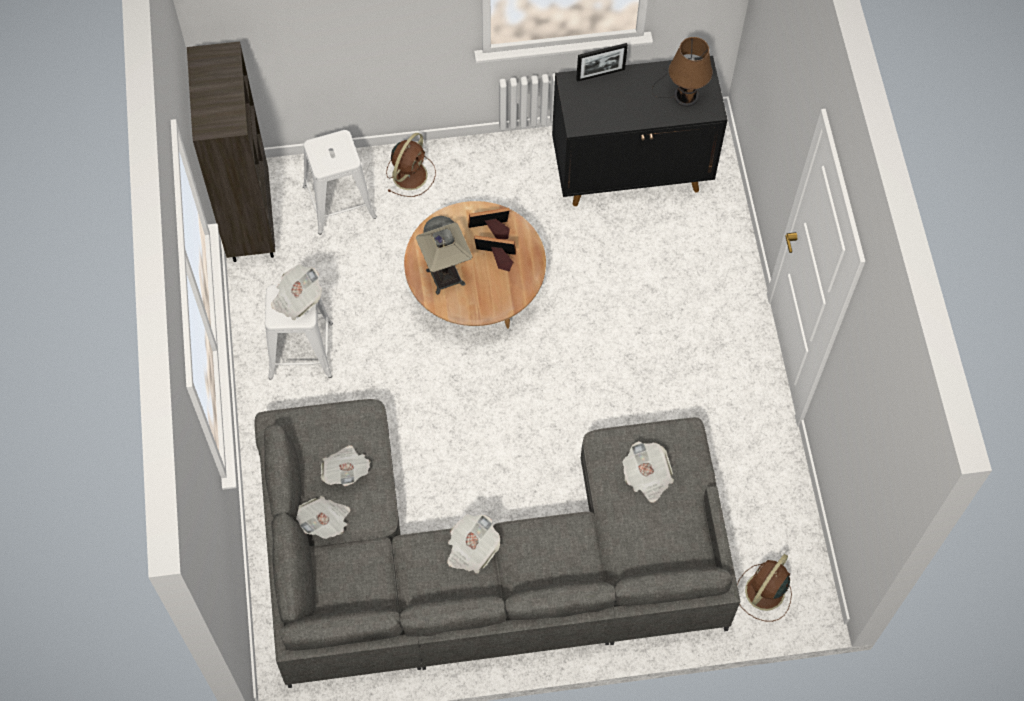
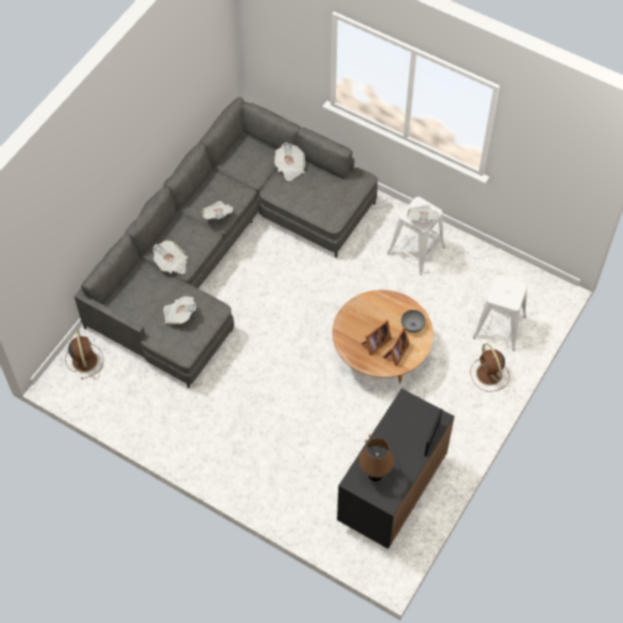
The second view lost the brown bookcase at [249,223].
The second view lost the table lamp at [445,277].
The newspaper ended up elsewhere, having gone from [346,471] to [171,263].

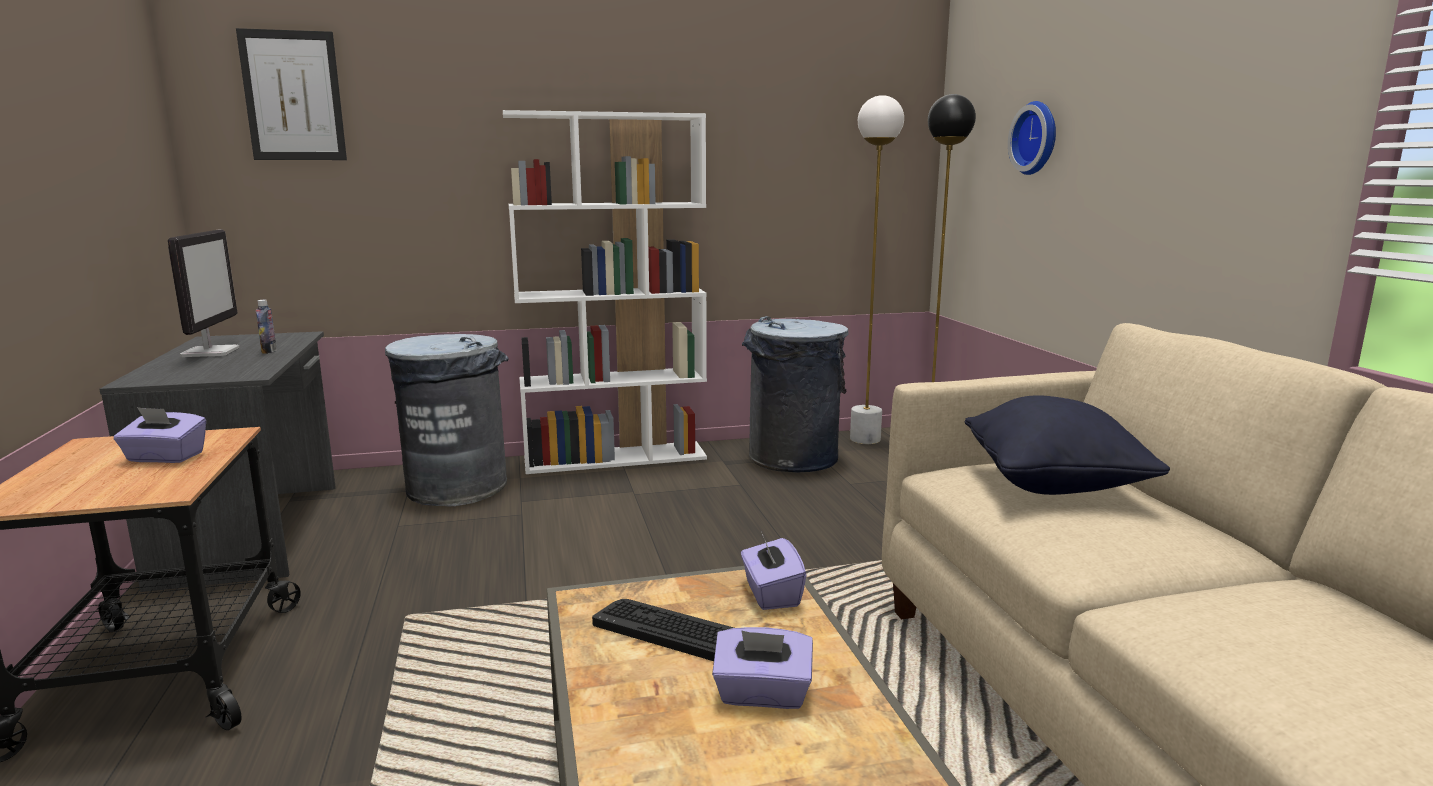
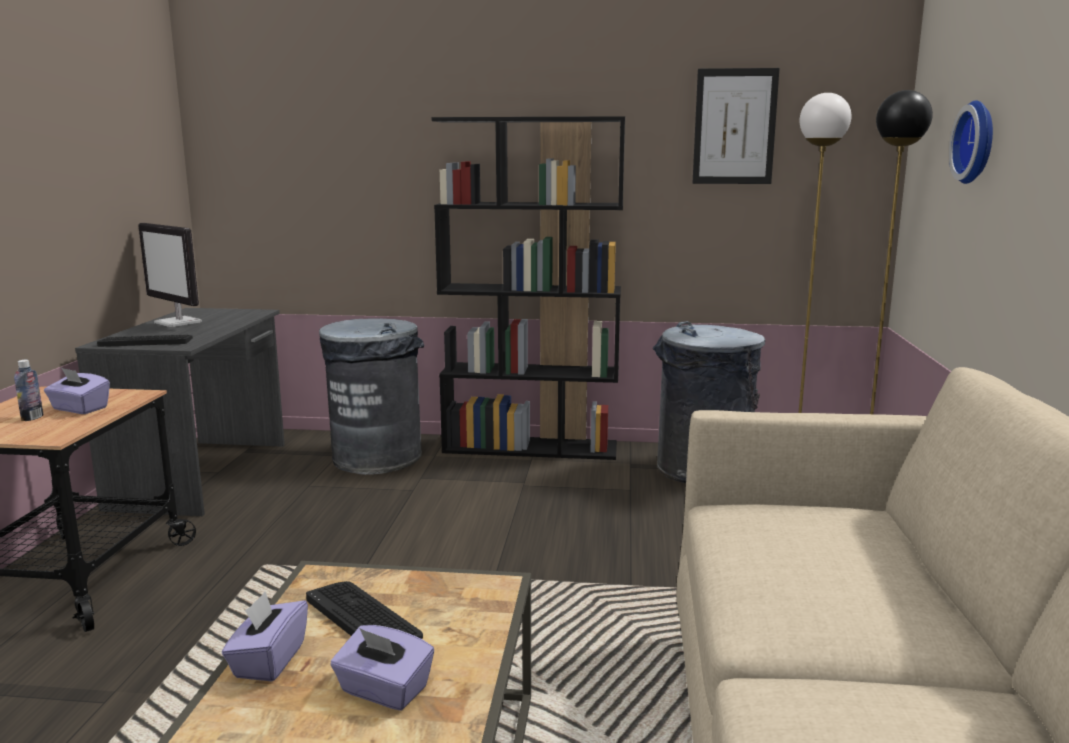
The second view lost the black pillow at [1053,485].
The second view gained the keyboard at [146,341].
The picture ended up elsewhere, having gone from [293,96] to [734,127].
The bottle ended up elsewhere, having gone from [269,351] to [32,418].
The purple tissue box ended up elsewhere, having gone from [771,594] to [268,660].
What was the white bookcase at [616,458] turned into the black bookcase at [531,447].
The monitor at [210,352] ended up facing another way, 120 degrees clockwise from before.

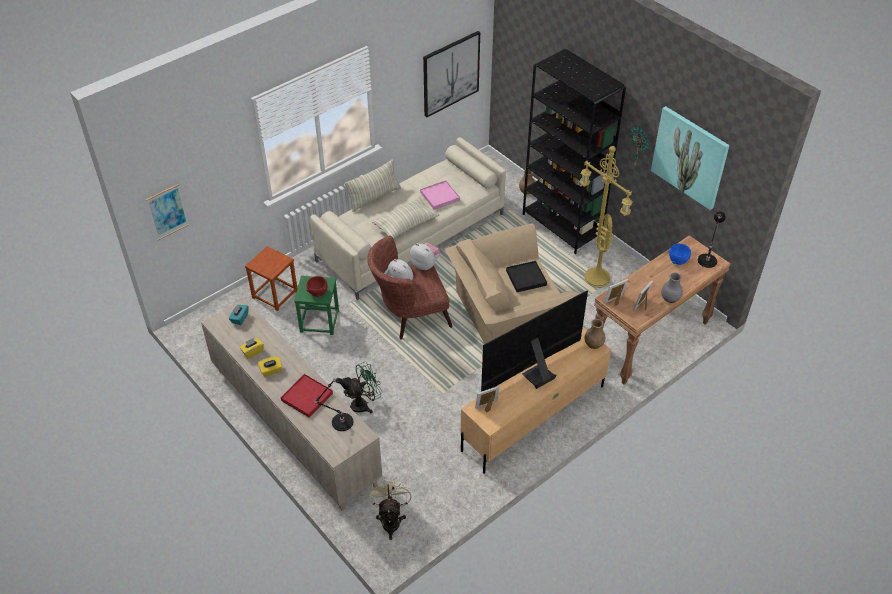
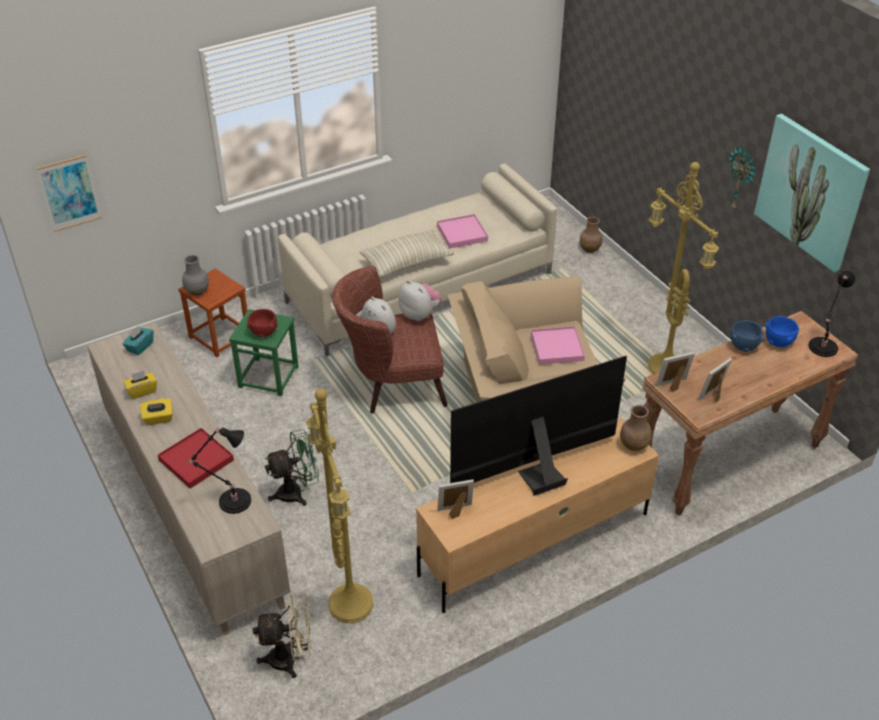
The second view lost the pillow at [374,197].
The second view lost the picture at [451,73].
The second view lost the black bookcase at [562,225].
The second view gained the yellow floor lamp at [347,603].
The second view gained the blue bowl at [743,346].
The grey vase ended up elsewhere, having gone from [670,299] to [197,291].
What was the black tray at [526,278] turned into the pink tray at [557,348].
The beige fan at [391,519] ended up facing another way, 75 degrees clockwise from before.

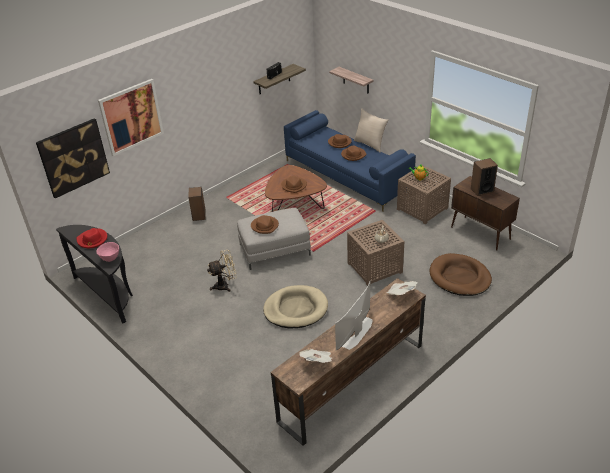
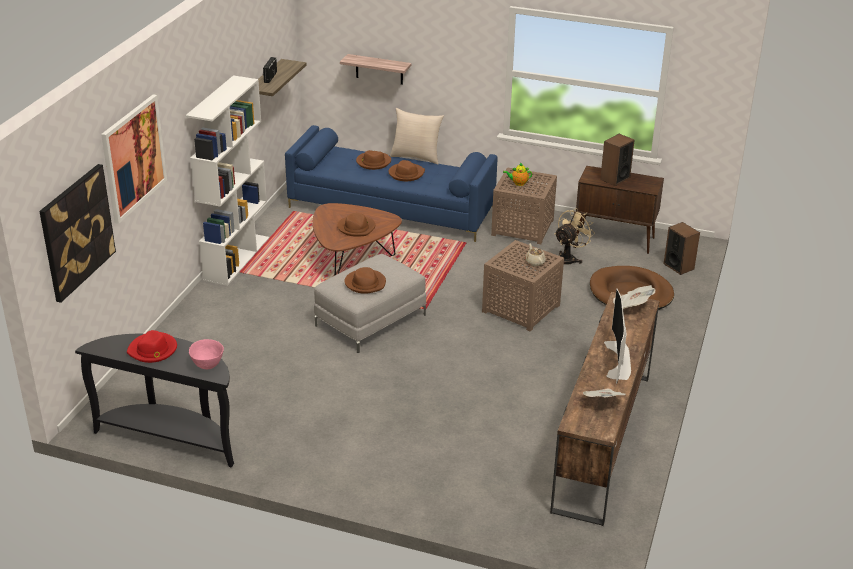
The second view lost the beige dog bed at [295,309].
The second view gained the white bookcase at [236,258].
The speaker ended up elsewhere, having gone from [199,215] to [678,266].
The beige fan ended up elsewhere, having gone from [225,285] to [569,259].

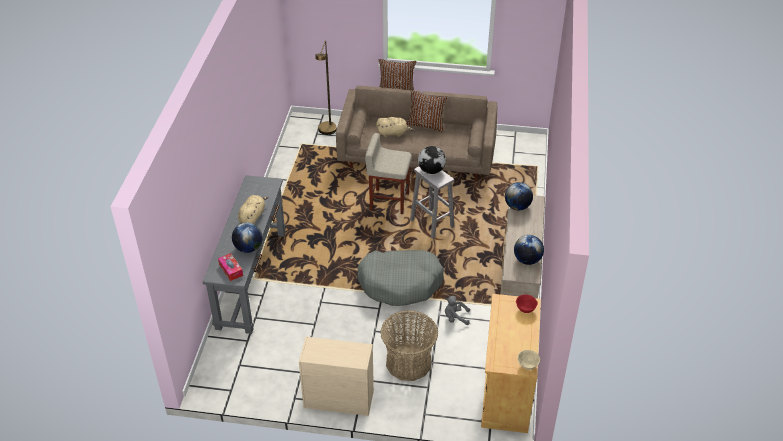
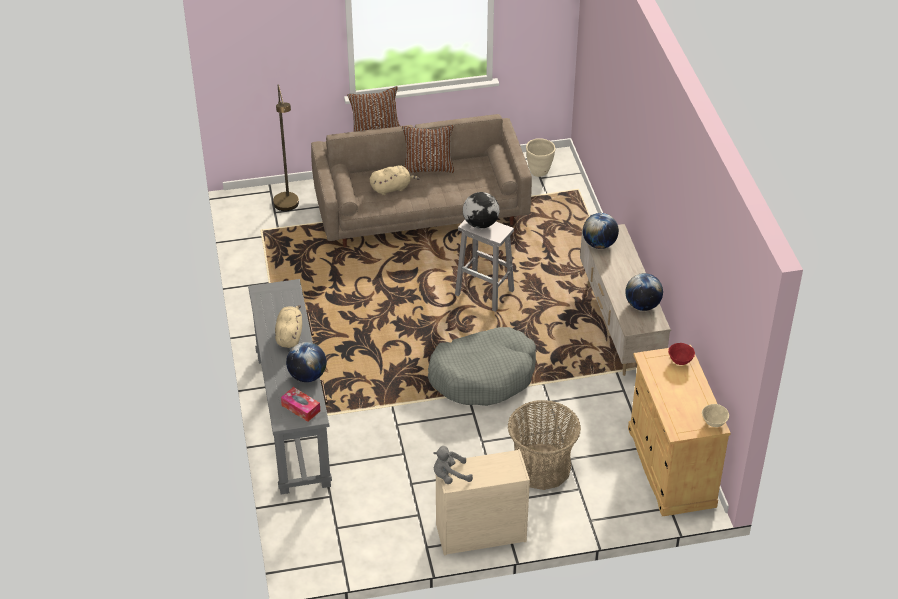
The second view lost the beige stool at [388,201].
The second view gained the beige planter at [539,172].
The grey plush toy ended up elsewhere, having gone from [455,317] to [450,476].

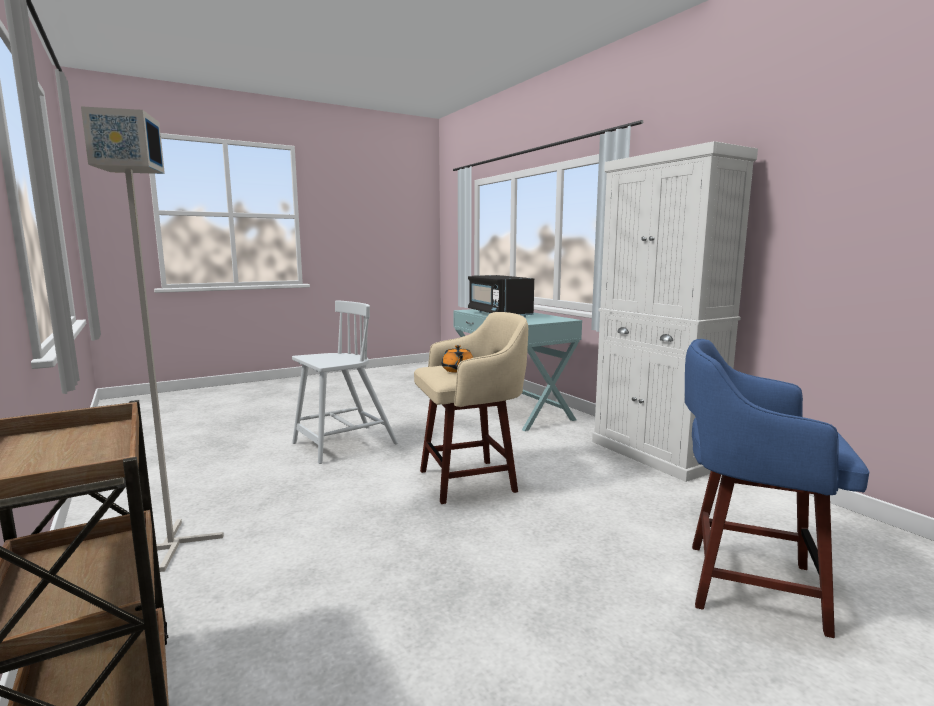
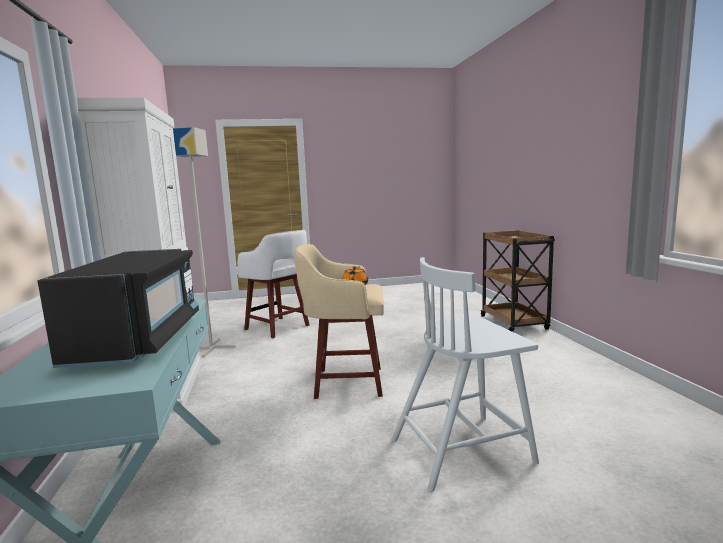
The grey floor lamp ended up elsewhere, having gone from [169,545] to [212,348].
What was the blue stool at [746,584] turned into the white stool at [278,328].

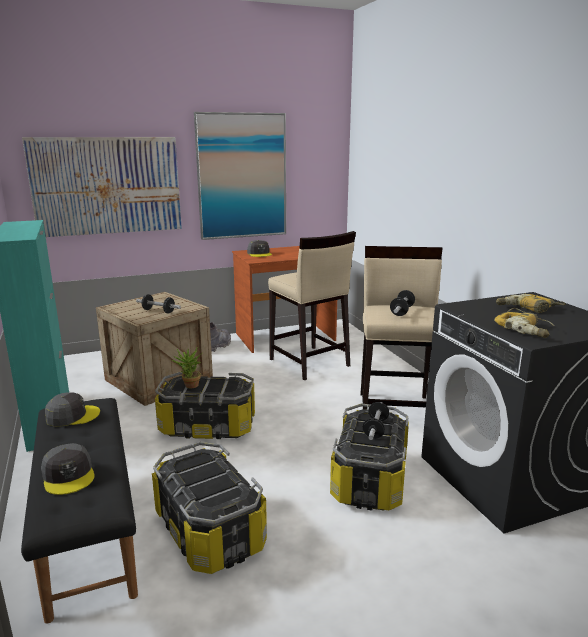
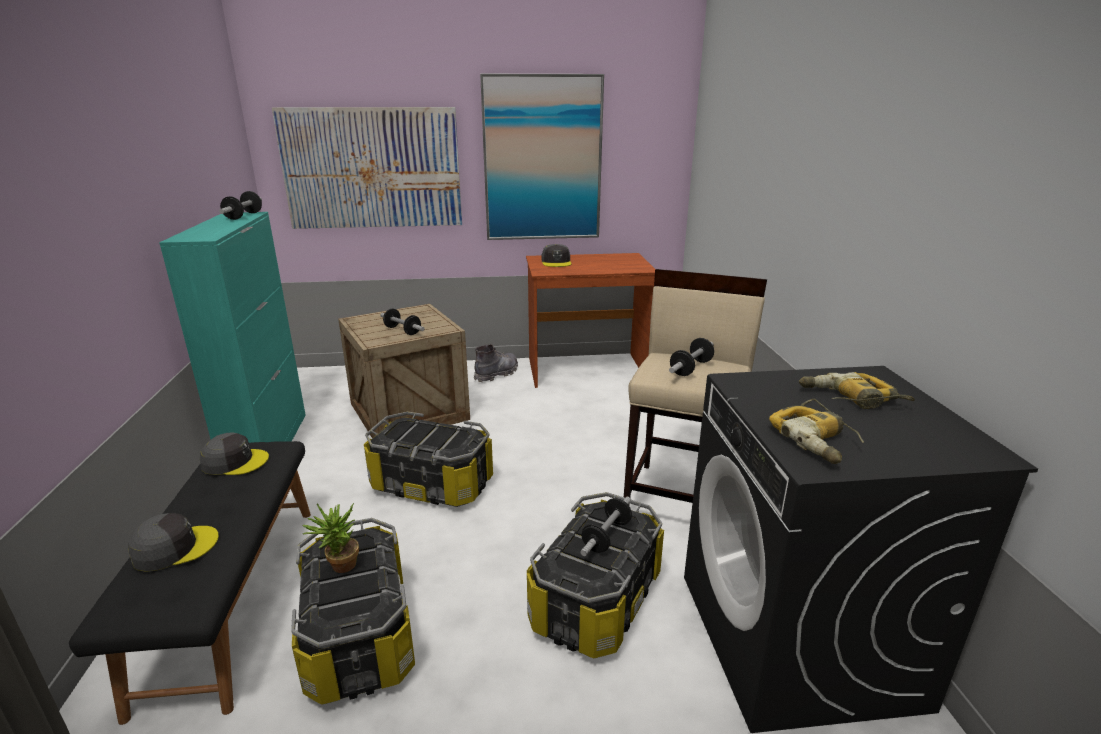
The second view lost the beige stool at [309,363].
The second view gained the dumbbell at [243,216].
The potted plant ended up elsewhere, having gone from [189,386] to [339,567].
The grey cap at [69,475] ended up facing another way, 105 degrees counterclockwise from before.

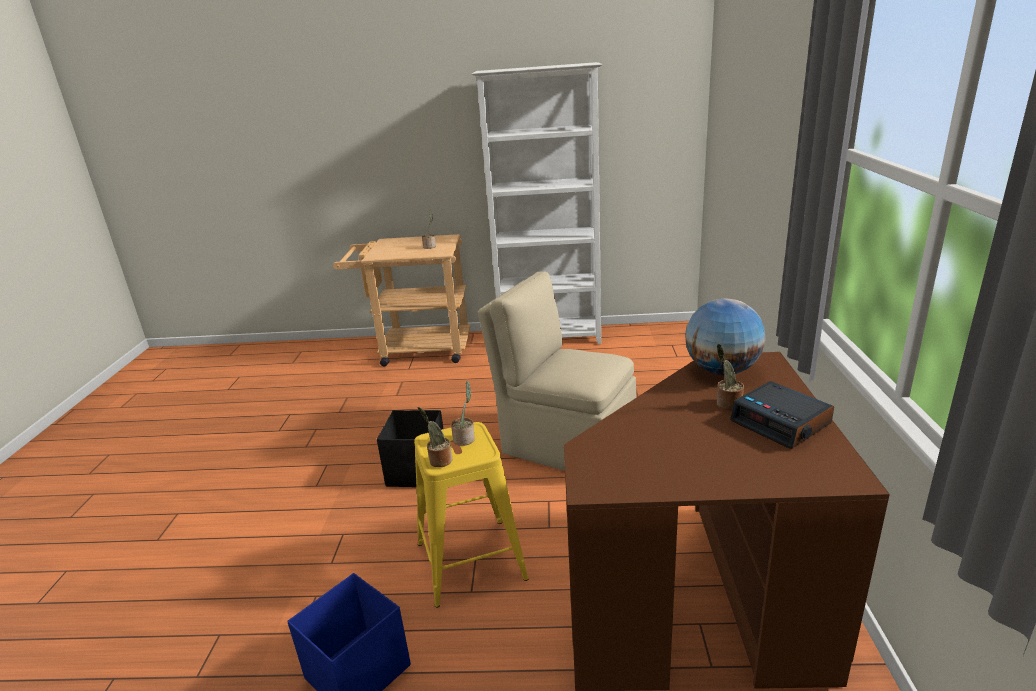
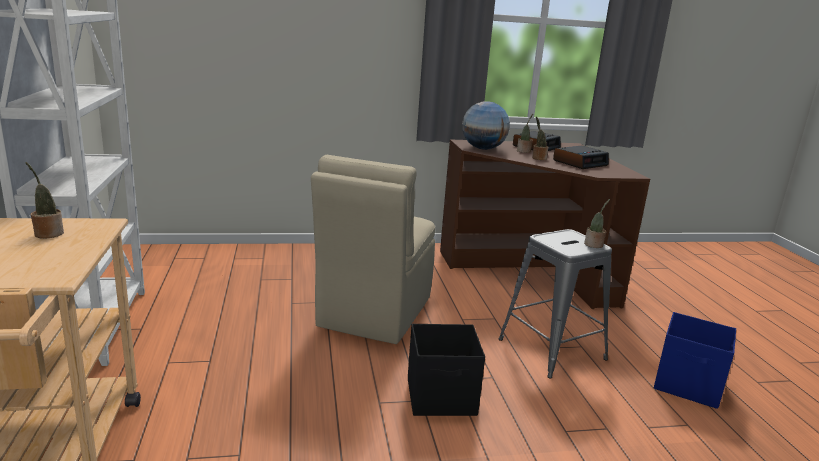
The second view gained the alarm clock at [580,163].
The potted plant ended up elsewhere, having gone from [465,439] to [538,158].
What was the yellow stool at [471,561] turned into the grey stool at [552,349].

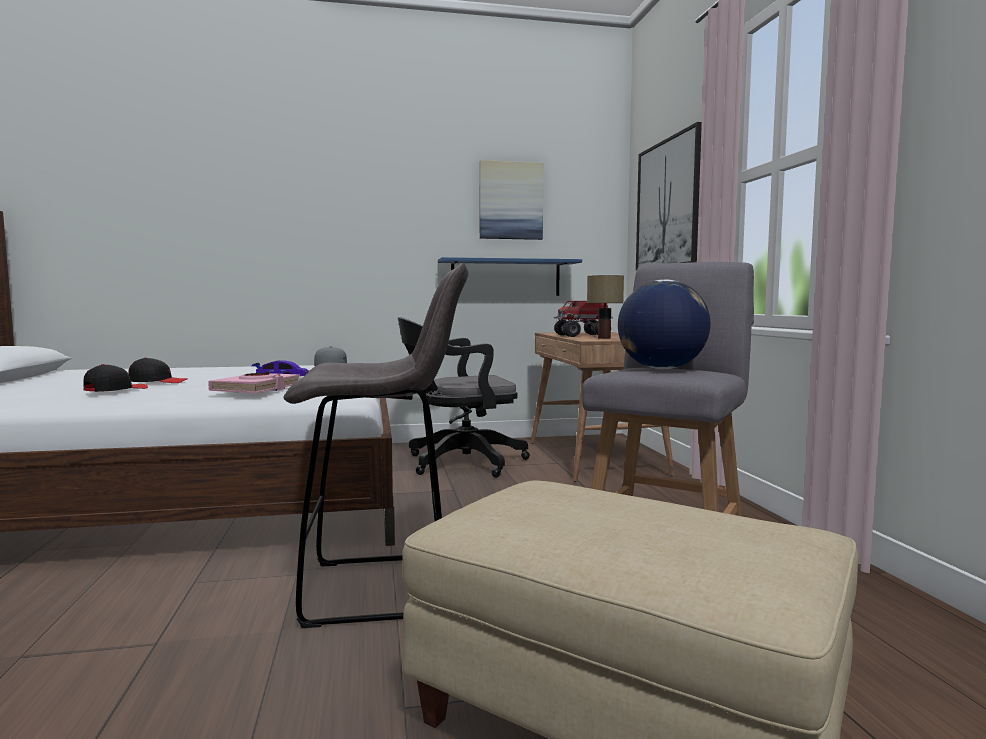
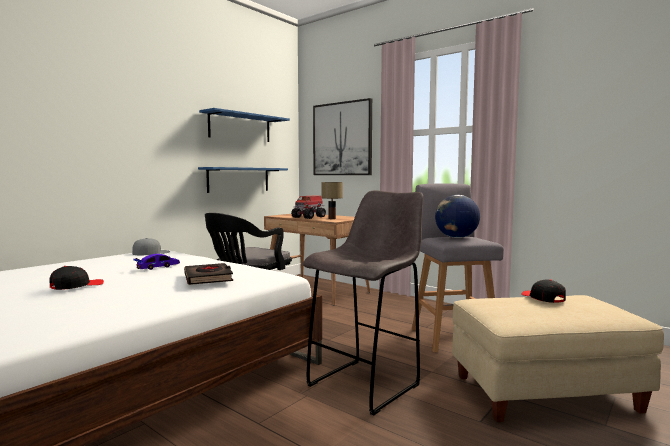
The black cap ended up elsewhere, having gone from [115,390] to [543,298].
Where the picture hung at [510,201], the blue shelf came to hang at [240,127].
What was the pink book at [257,389] turned into the black book at [208,278].

